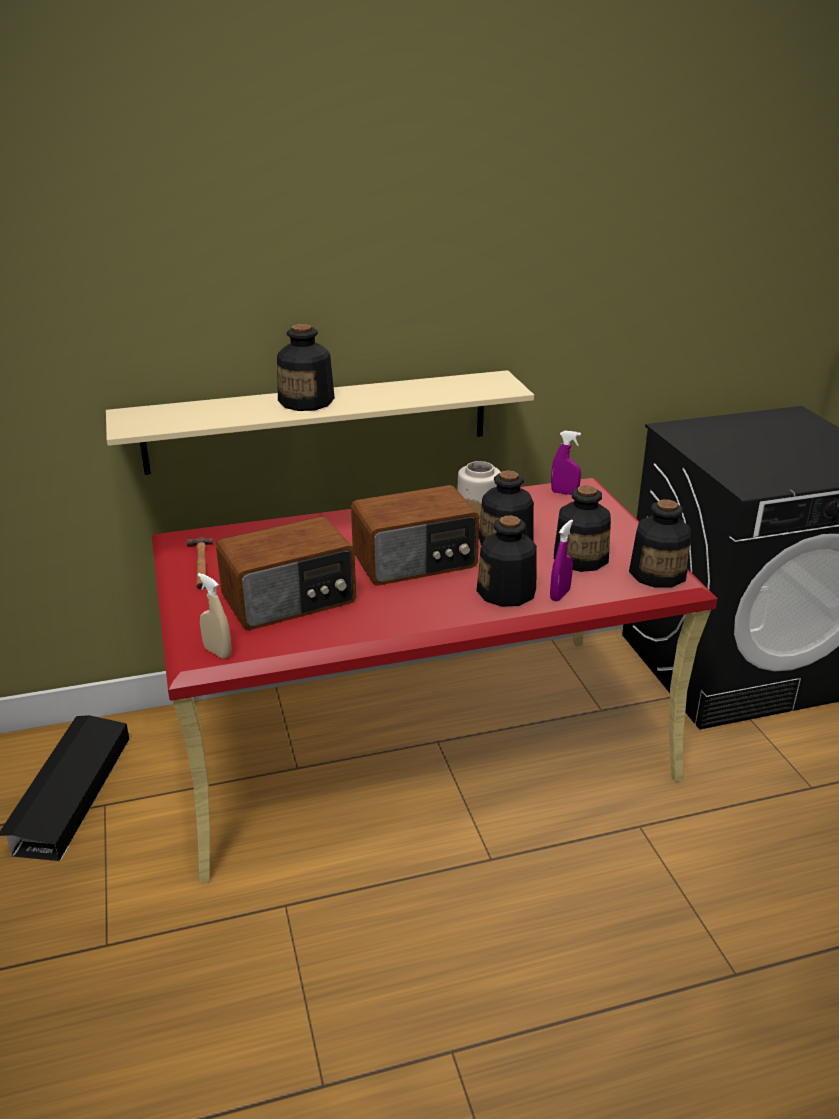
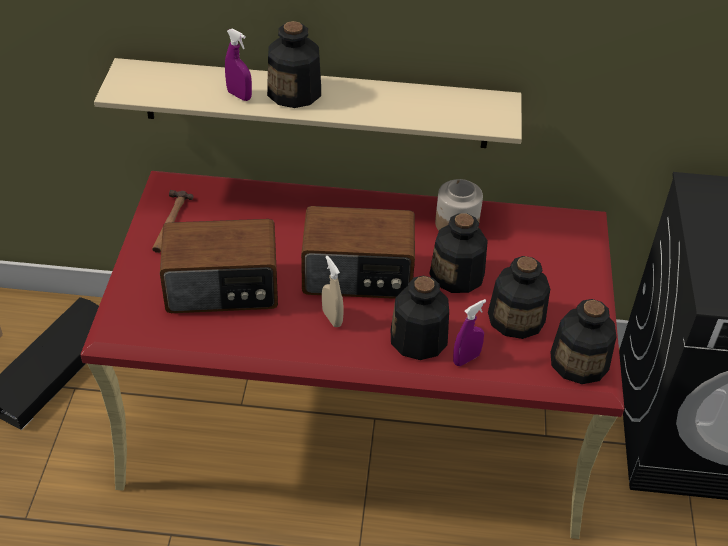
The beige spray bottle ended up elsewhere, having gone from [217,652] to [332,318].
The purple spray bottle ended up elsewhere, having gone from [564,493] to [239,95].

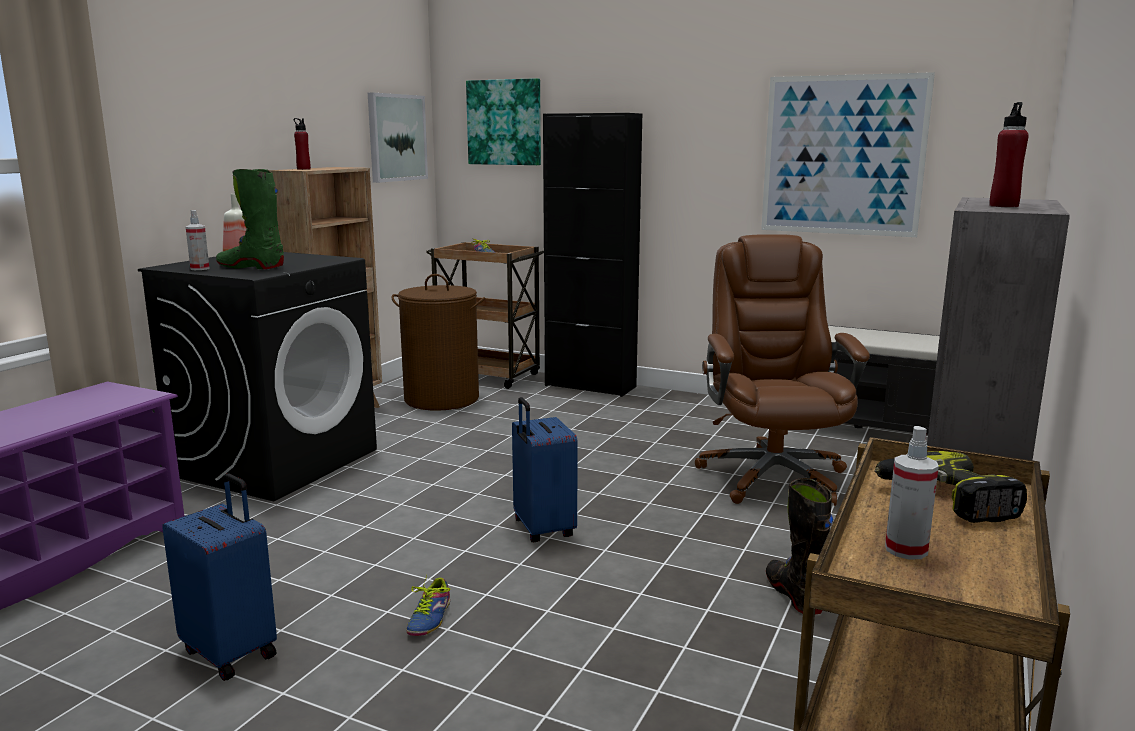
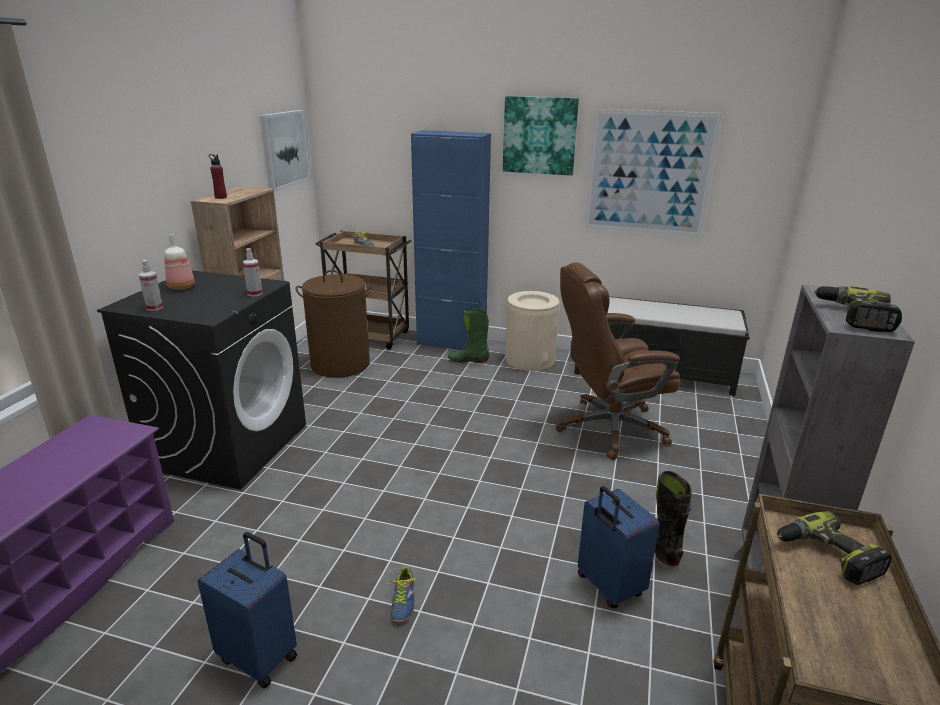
The second view gained the beige trash can at [530,359].
The green boot ended up elsewhere, having gone from [251,267] to [468,360].
The picture ended up elsewhere, having gone from [504,122] to [540,135].
The blue suitcase ended up elsewhere, having gone from [542,529] to [608,586].
The spray bottle ended up elsewhere, having gone from [906,550] to [255,294].
Where the red bottle stood at [1003,206], the power drill came to stand at [854,317].
What was the black cabinet at [590,386] turned into the blue cabinet at [451,343].
The brown office chair at [772,476] ended up facing another way, 90 degrees counterclockwise from before.

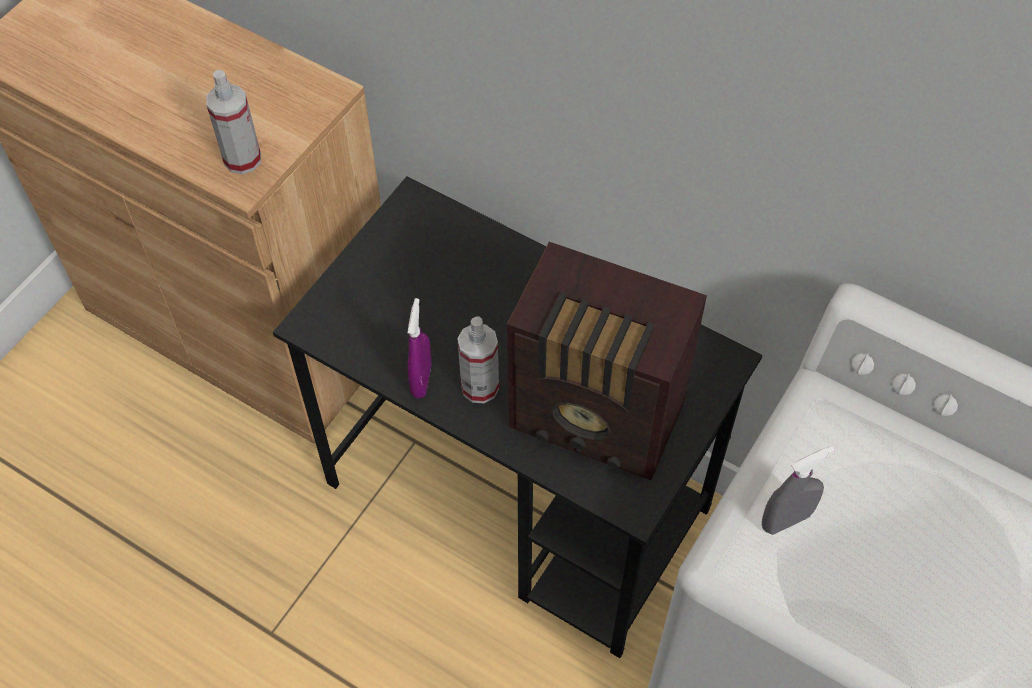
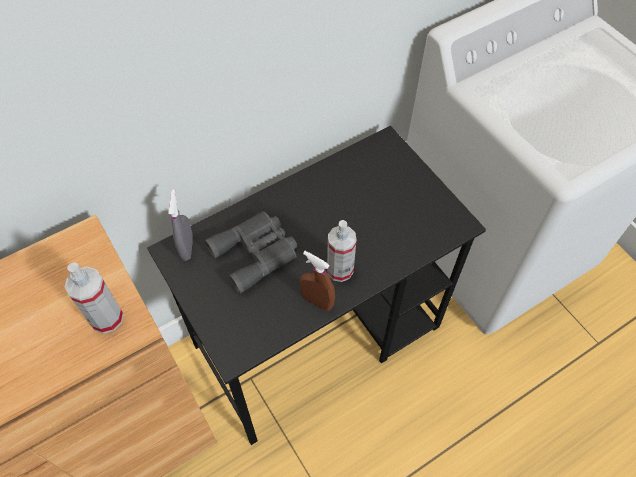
The second view lost the radio at [599,419].
The second view gained the grey binoculars at [256,252].
The grey spray bottle ended up elsewhere, having gone from [786,520] to [187,248].
What was the purple spray bottle at [421,380] turned into the brown spray bottle at [317,301].

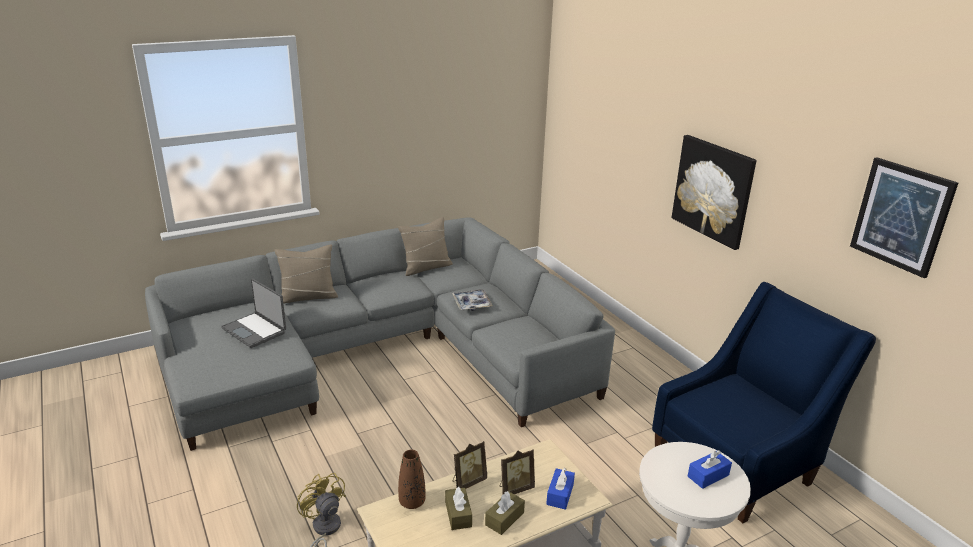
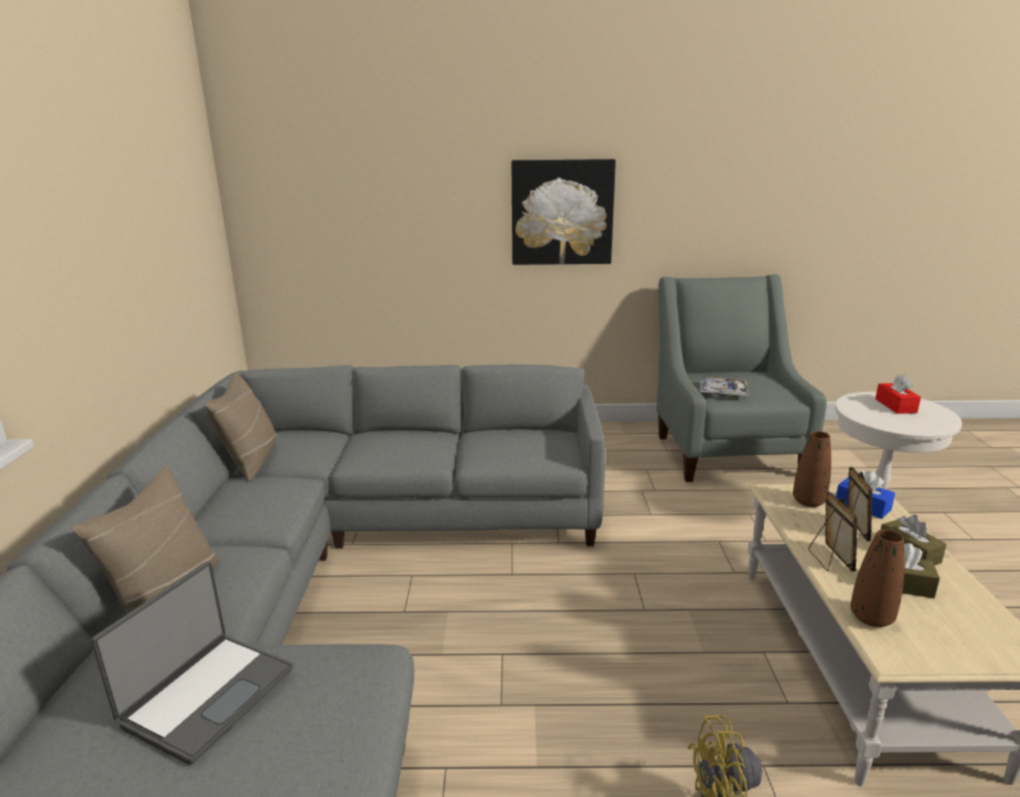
The second view lost the picture at [901,216].
The second view gained the brown vase at [808,501].
The tray ended up elsewhere, having gone from [472,304] to [722,392].
What was the blue armchair at [739,463] turned into the grey armchair at [724,450].
What was the blue tissue box at [708,476] turned into the red tissue box at [895,406].
The laptop at [255,330] ended up facing another way, 45 degrees counterclockwise from before.

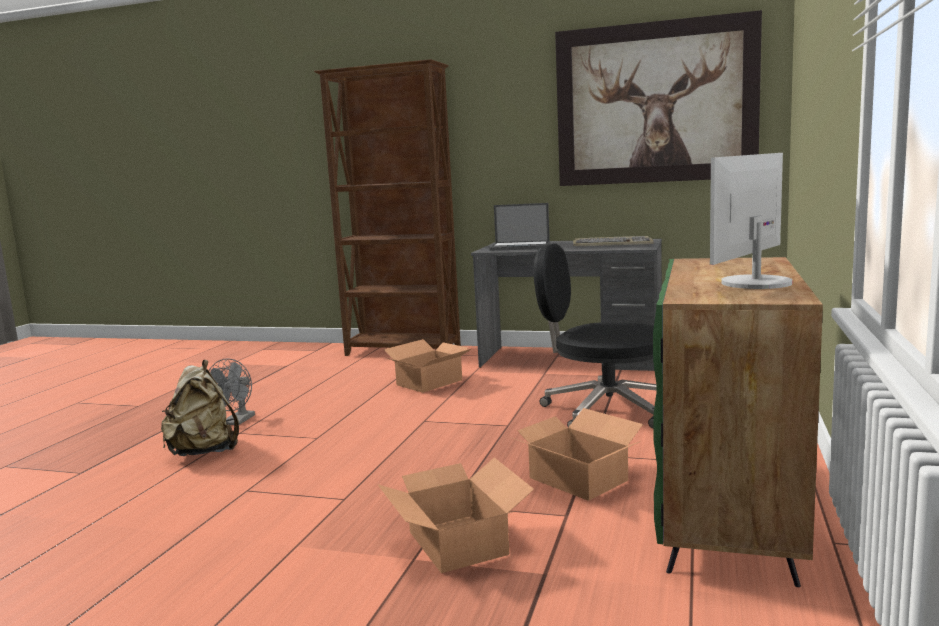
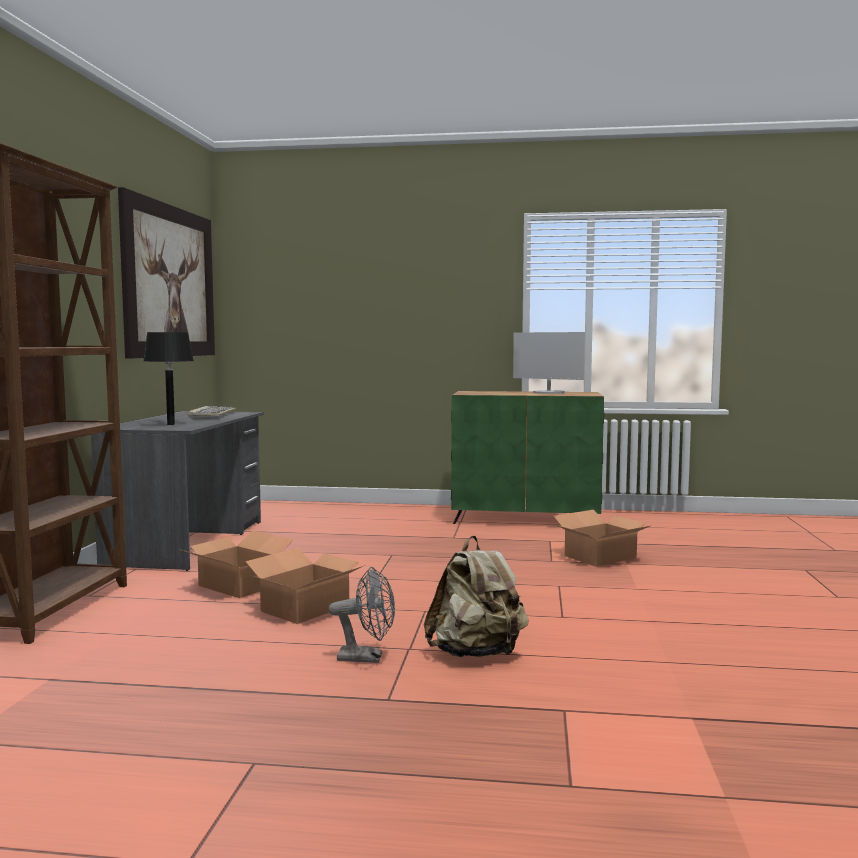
The second view lost the black office chair at [603,410].
The cardboard box ended up elsewhere, having gone from [578,478] to [304,608].
Where the laptop stood at [521,247], the black table lamp came to stand at [171,424].

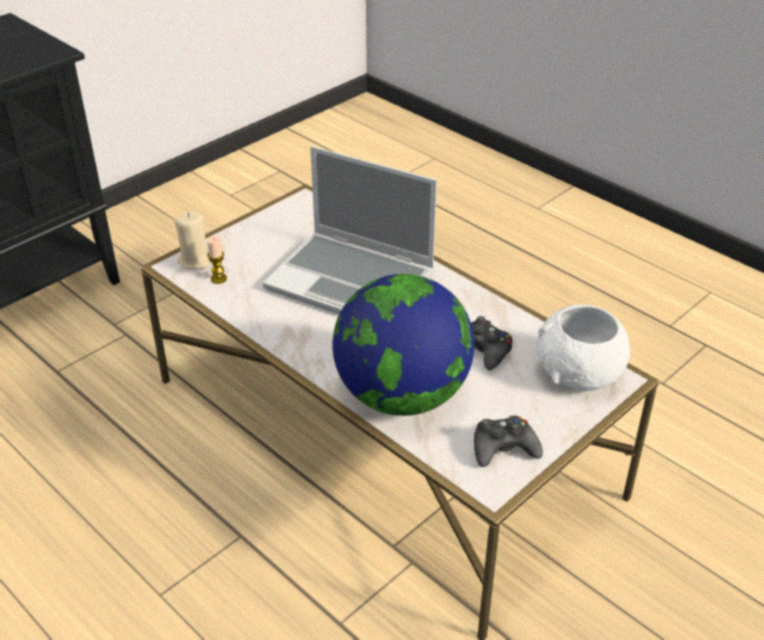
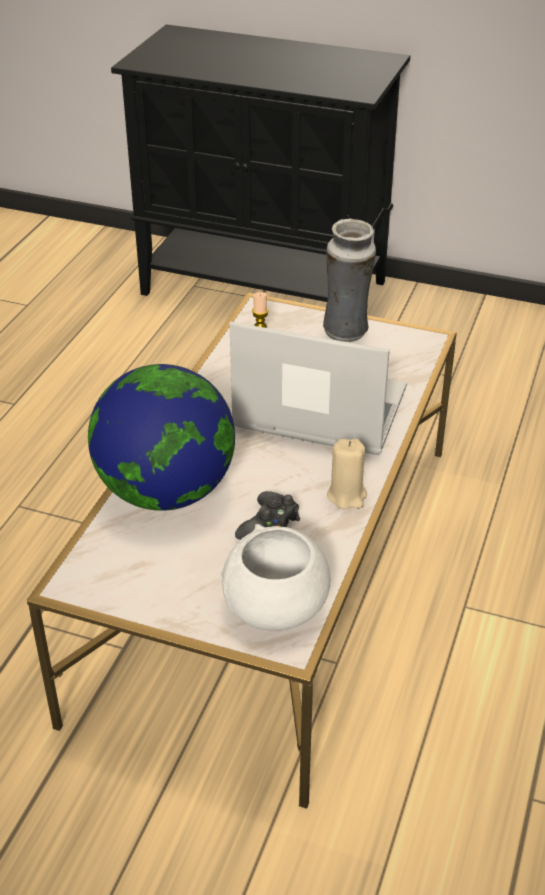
The second view lost the black game controller at [504,448].
The second view gained the vase at [346,332].
The beige candle ended up elsewhere, having gone from [196,260] to [347,496].
The laptop at [353,281] ended up facing another way, 105 degrees clockwise from before.

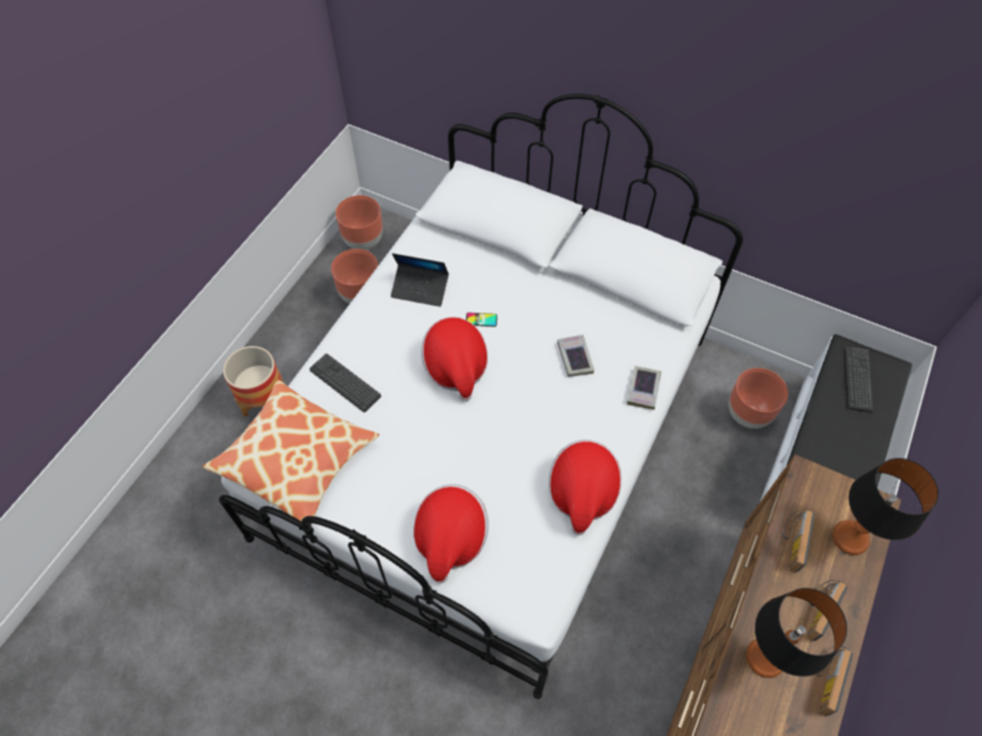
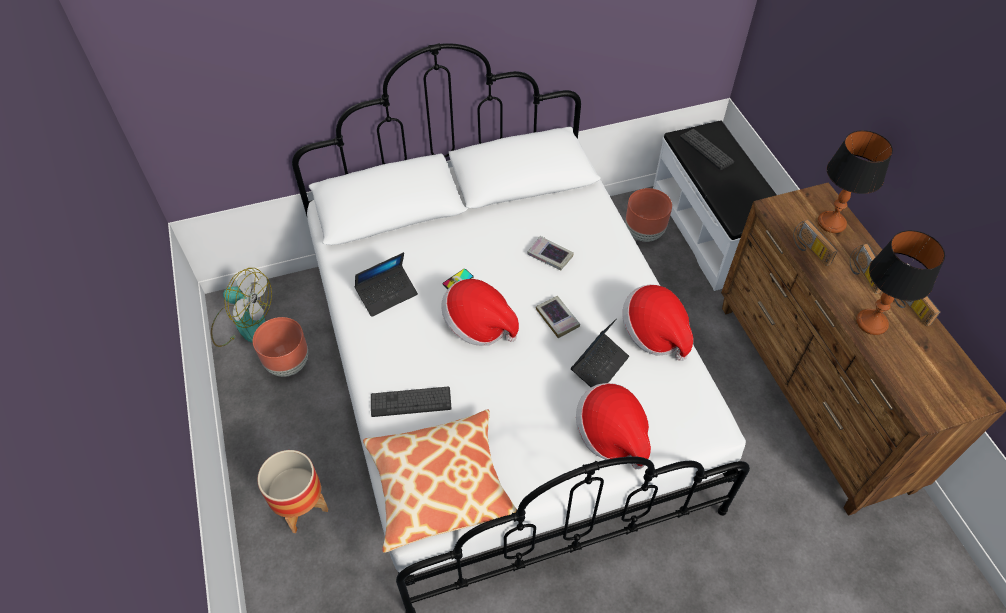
The second view gained the laptop at [599,365].
The book ended up elsewhere, having gone from [643,389] to [557,318].
Where the brown planter stood at [364,241], the fan came to stand at [243,323].

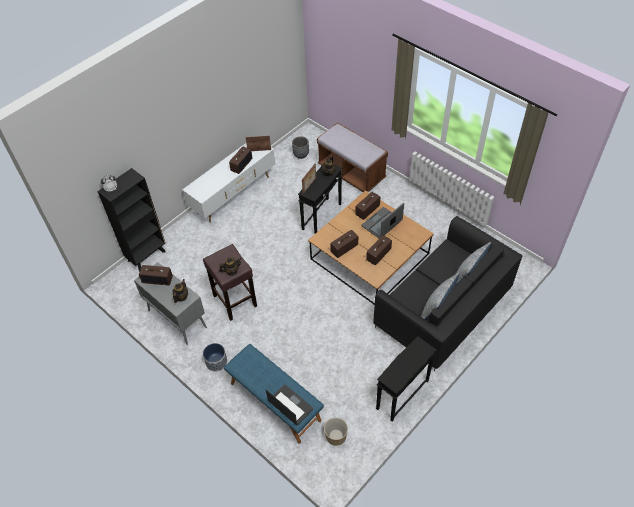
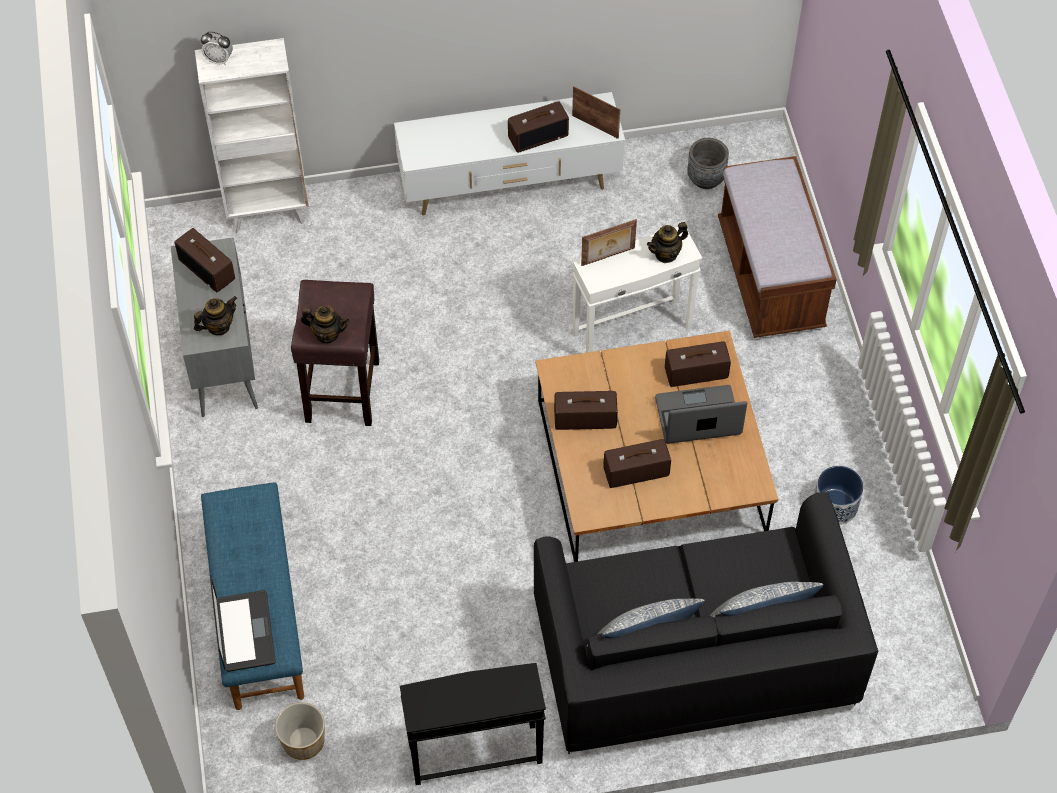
The planter ended up elsewhere, having gone from [216,362] to [835,506].
What was the black bookcase at [147,255] turned into the white bookcase at [268,211].
What was the black side table at [322,216] turned into the white side table at [632,331].

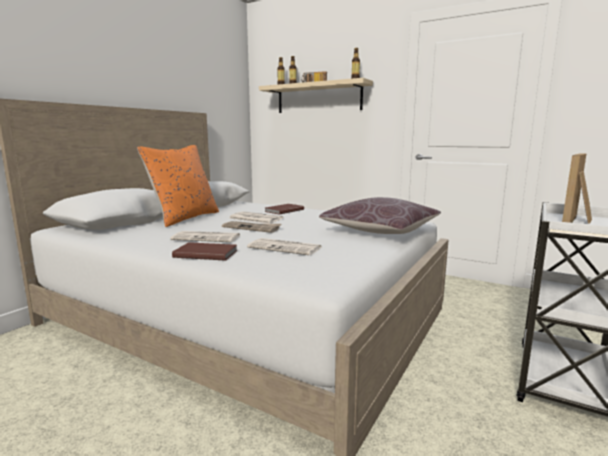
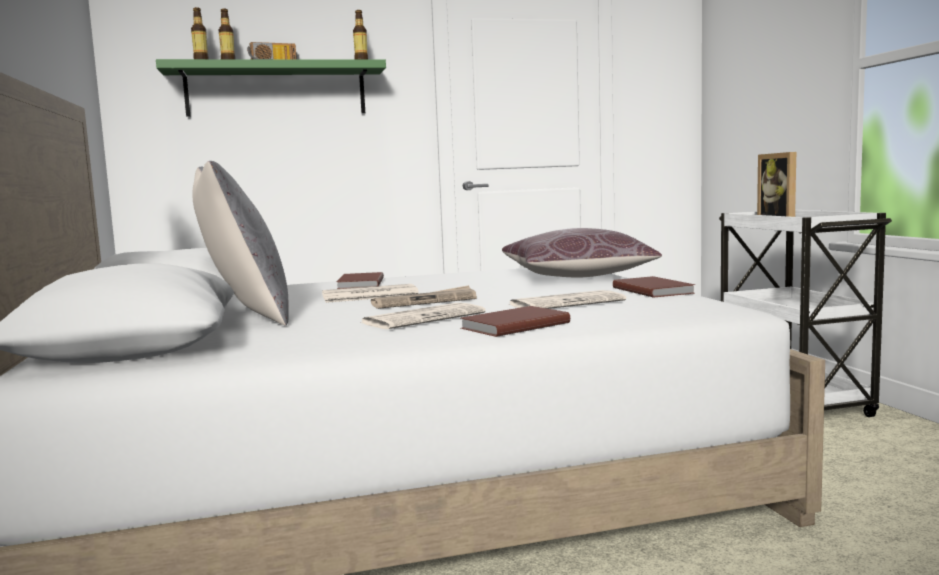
The second view gained the brown book at [653,290].
What was the orange pillow at [184,218] turned into the grey pillow at [245,315].
What was the beige shelf at [318,98] turned into the green shelf at [276,90].

